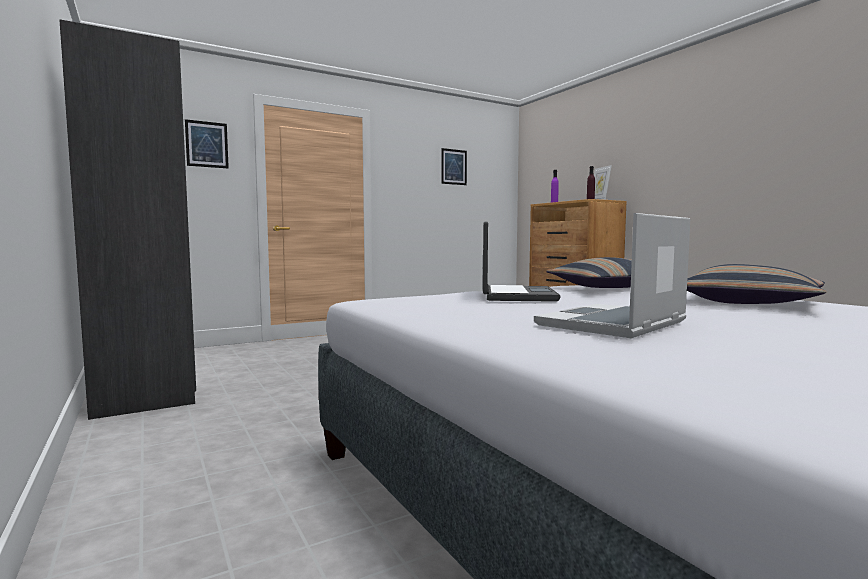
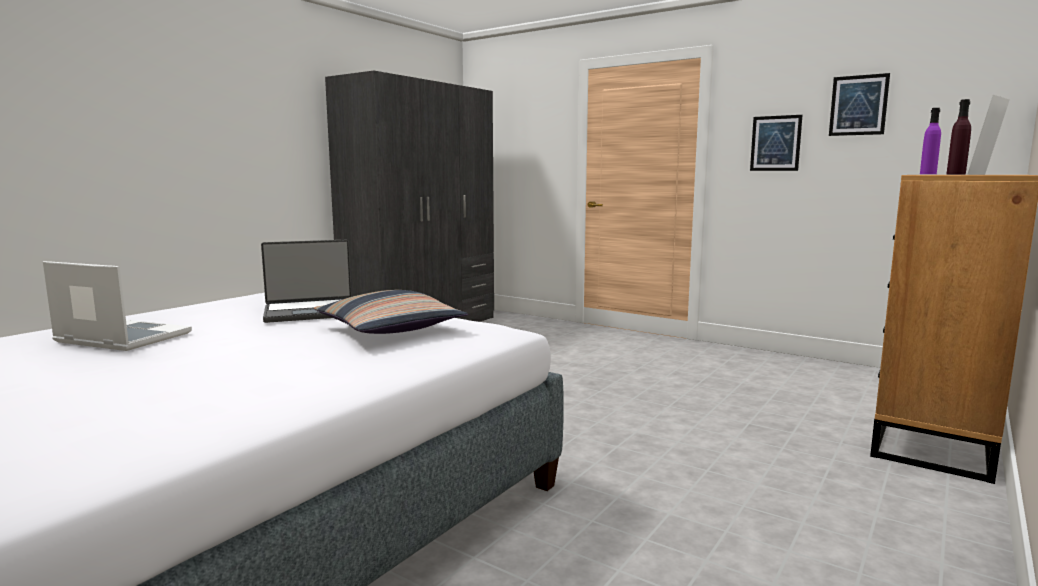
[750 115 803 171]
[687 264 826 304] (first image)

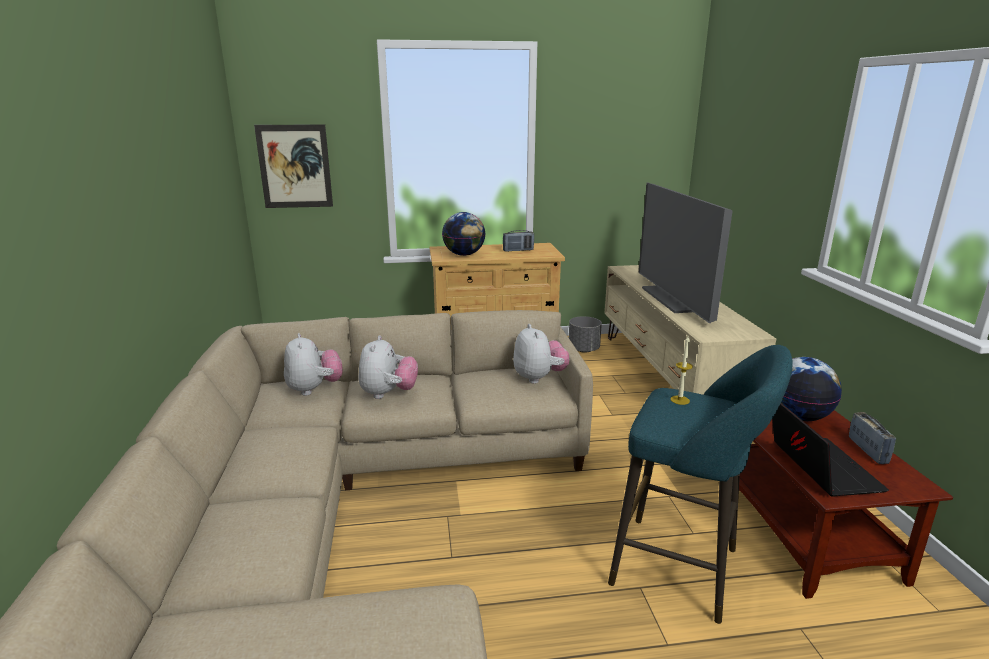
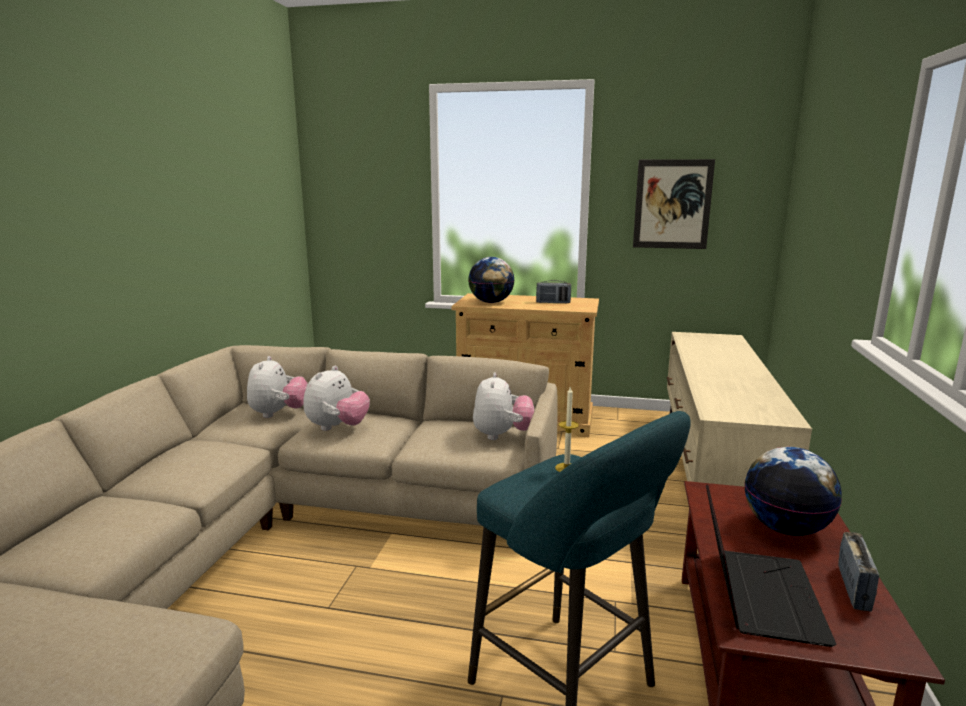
[633 159 715 249]
[569 316 602 353] (first image)
[638 182 733 323] (first image)

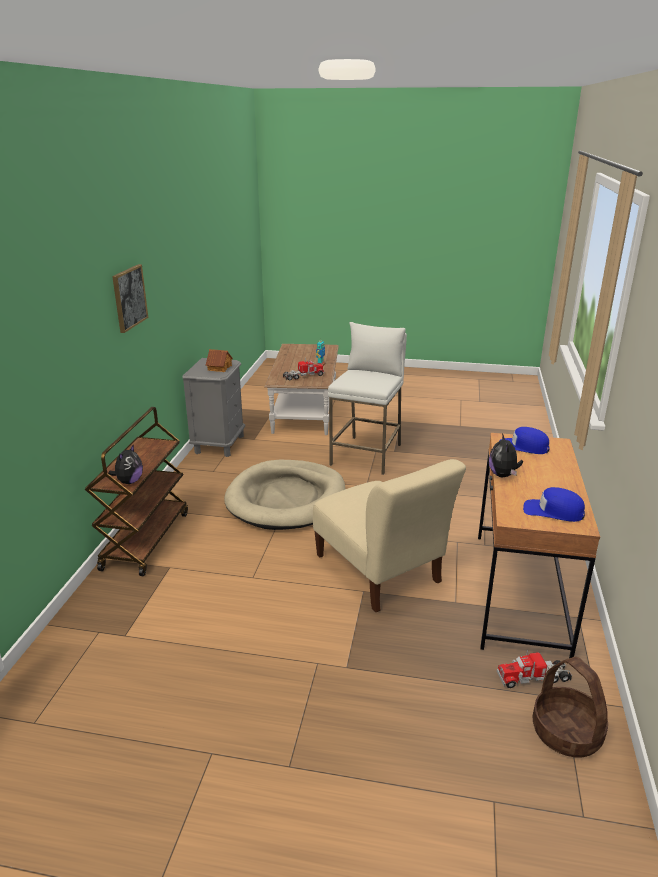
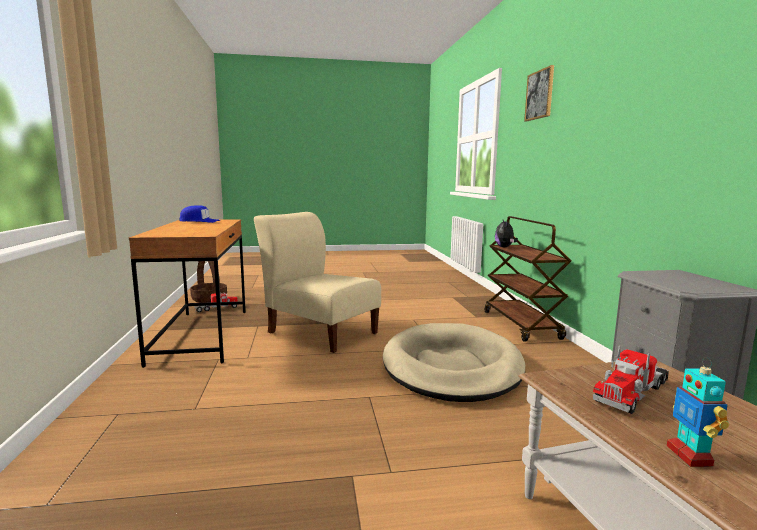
[524 65 554 121]
[206 349 233 372] (first image)
[328 322 407 475] (first image)
[489 433 523 478] (first image)
[501 427 550 454] (first image)

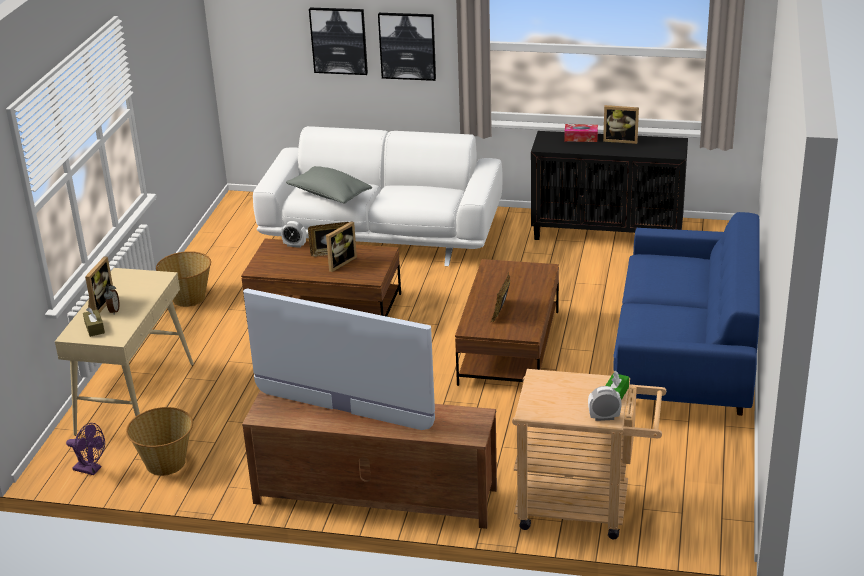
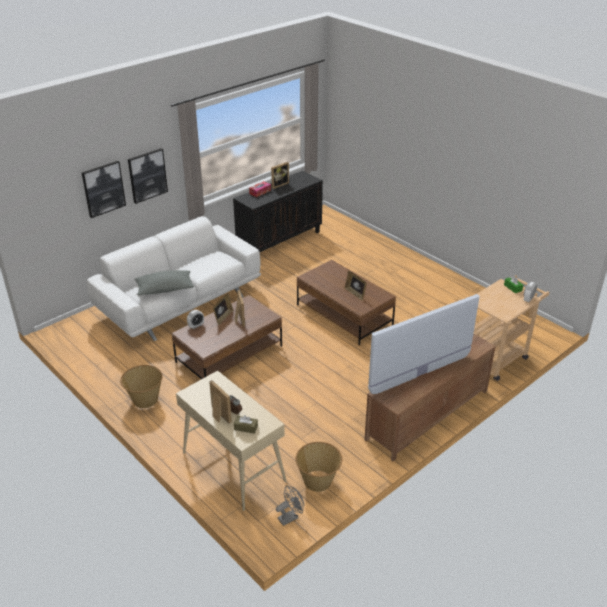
[276 485 304 526]
[613 212 760 416] (first image)

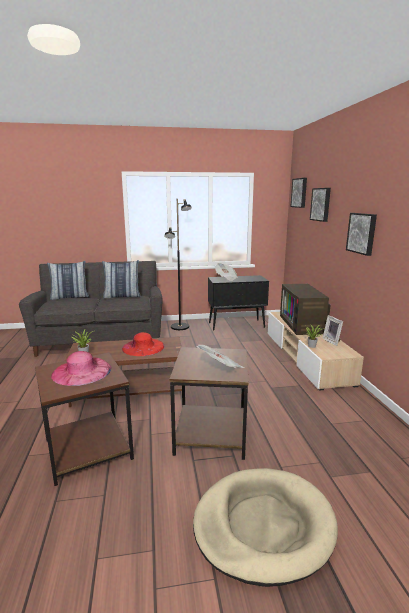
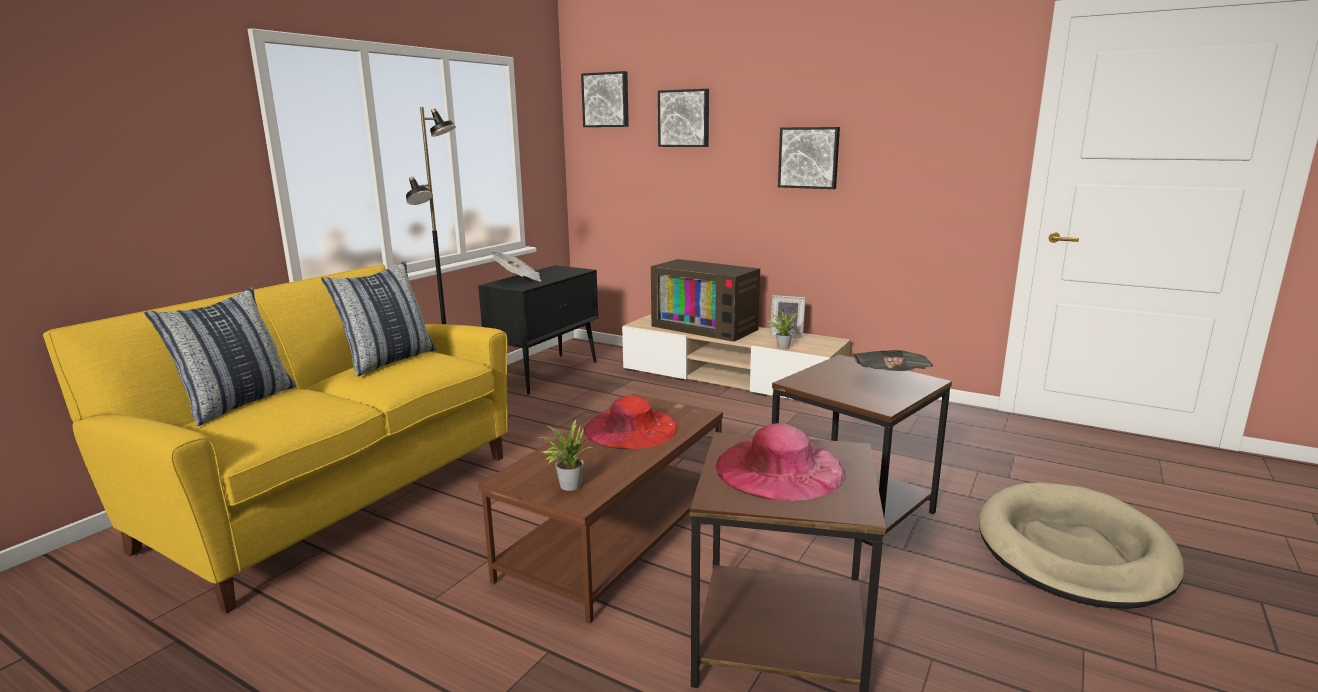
[43 264 508 614]

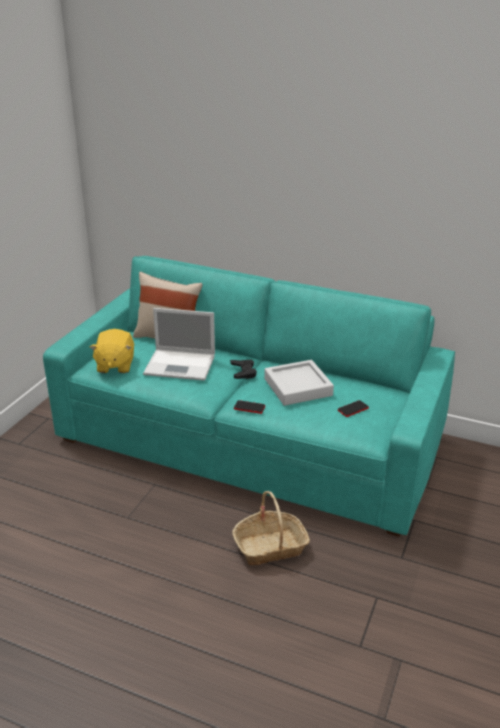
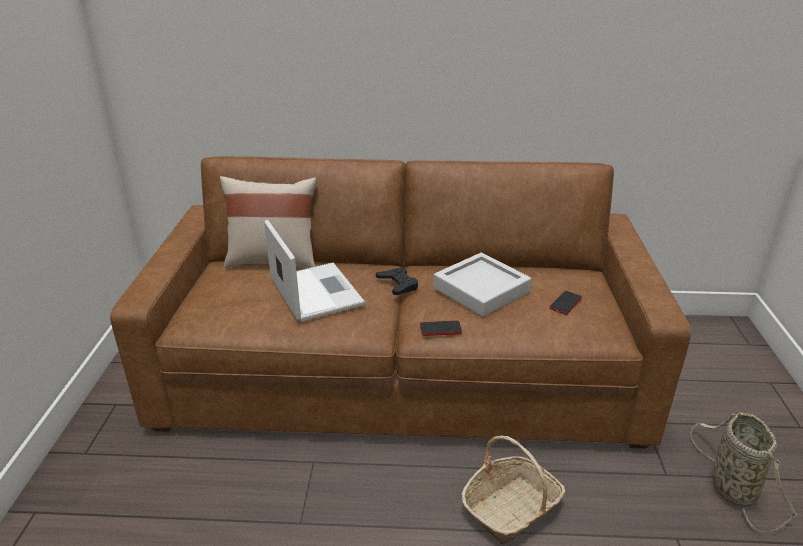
[110 156 691 448]
[90 329 134 373] (first image)
[264 220 365 322]
[690 412 797 533]

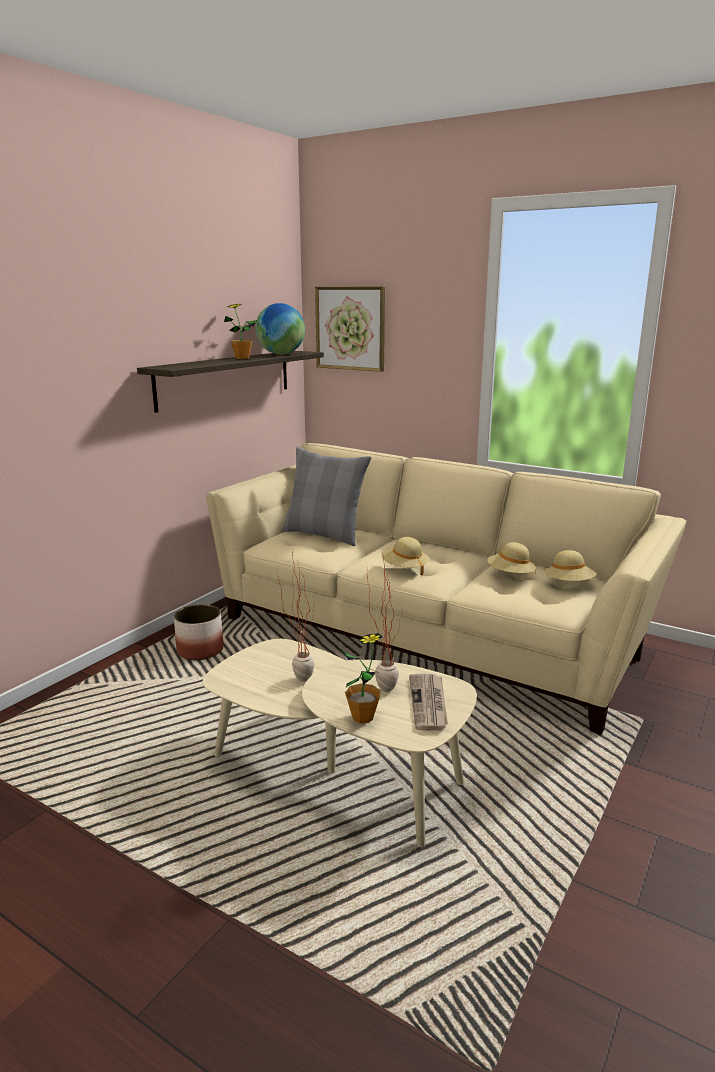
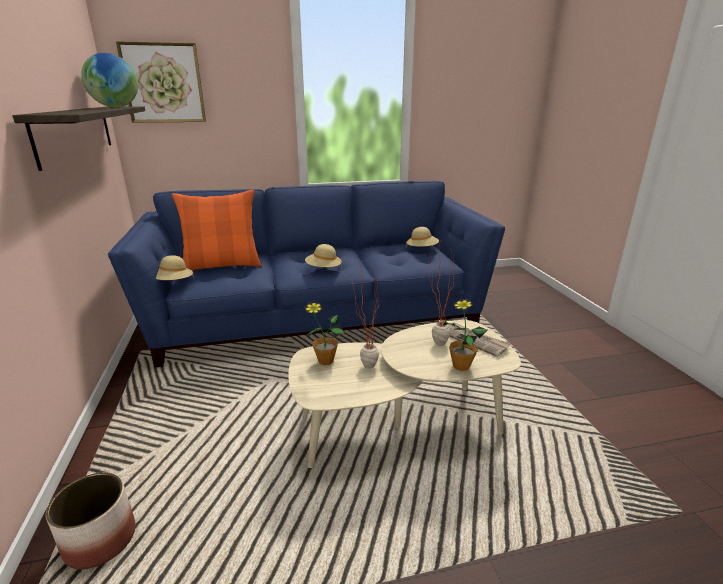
[46 473 135 569]
[108 181 505 368]
[304 302 344 365]
[172 190 262 271]
[156 255 194 280]

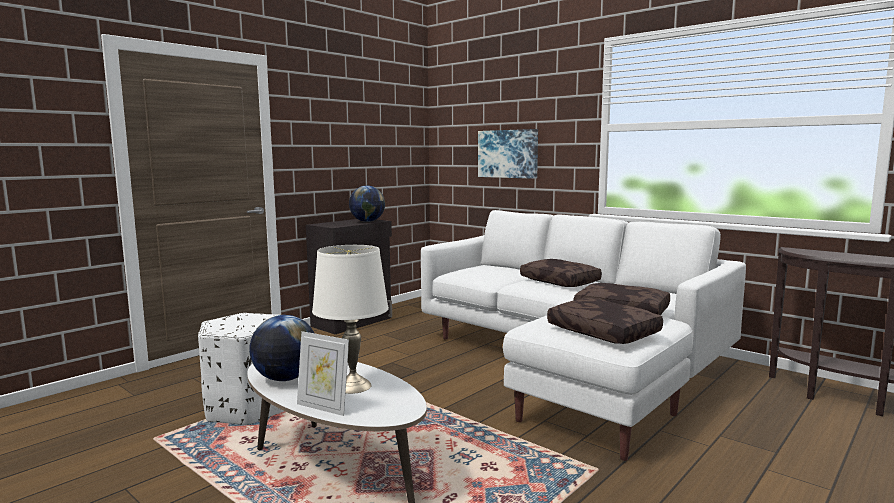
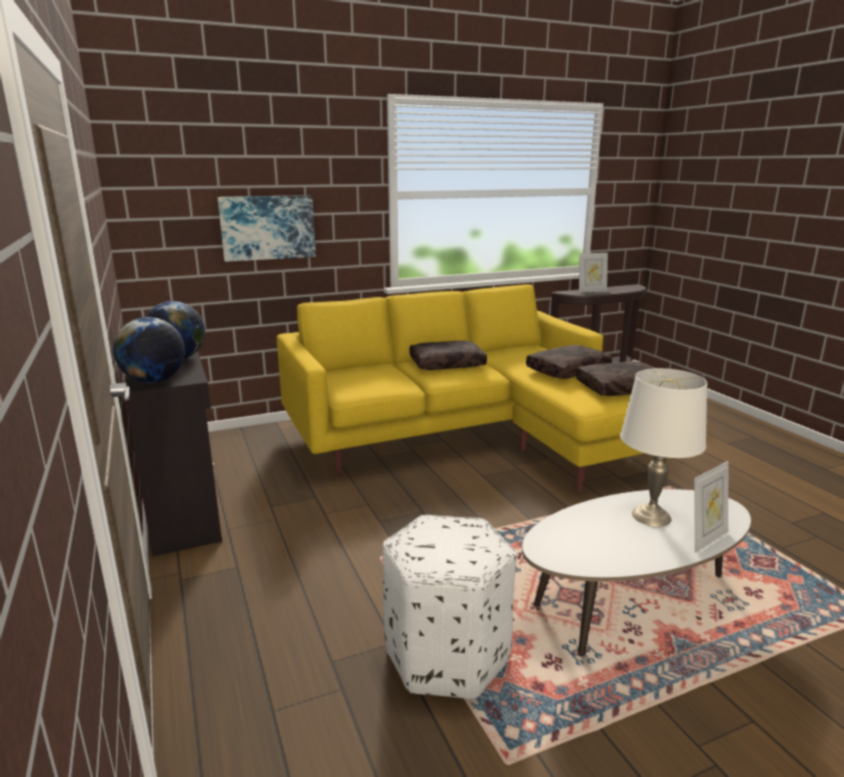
[113 317 185 383]
[277 284 644 493]
[579 253 608 292]

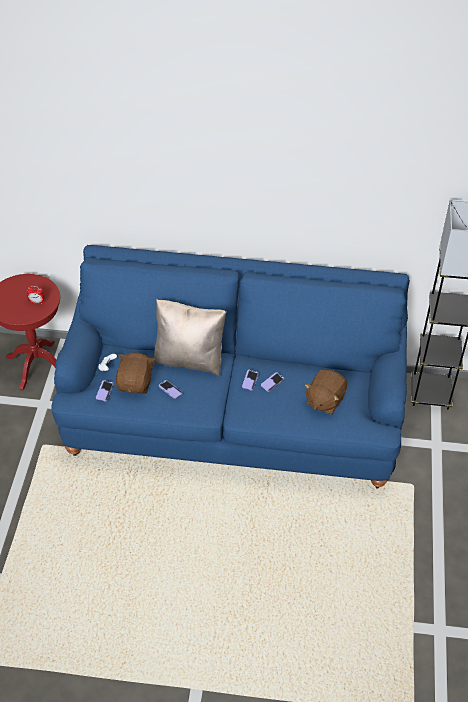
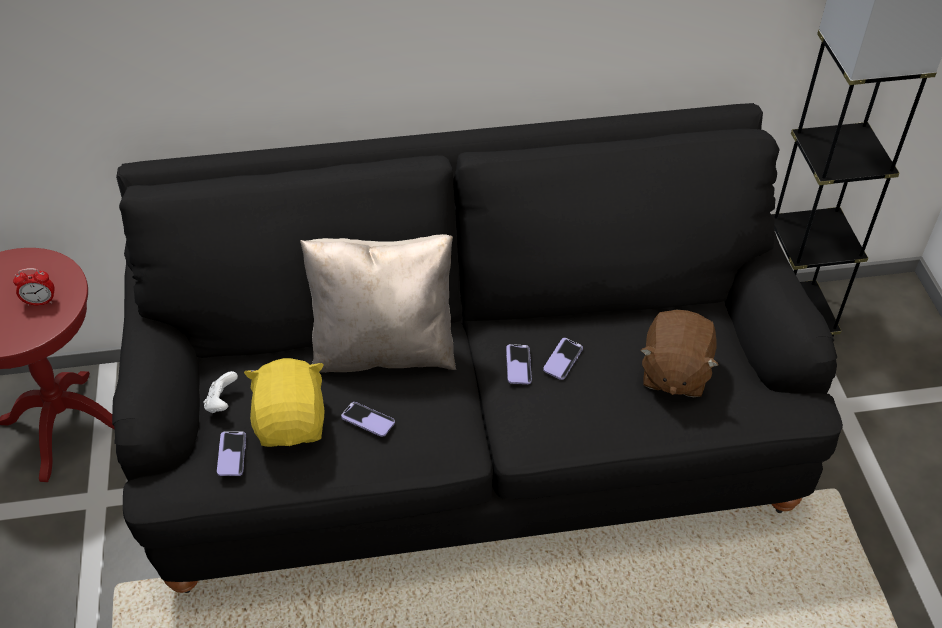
[112 103 843 593]
[244 358 324 447]

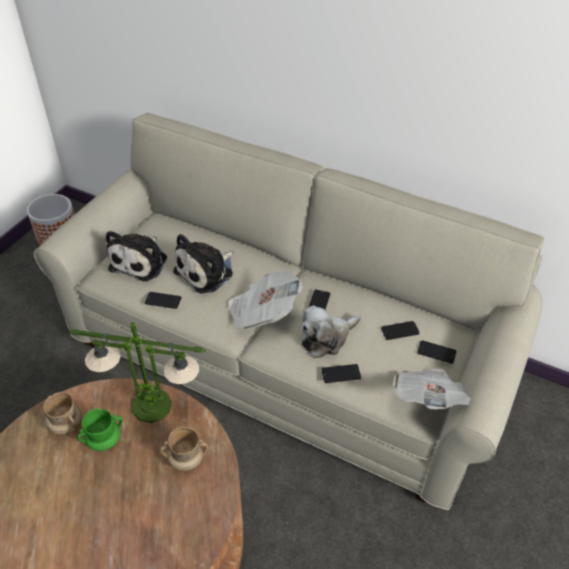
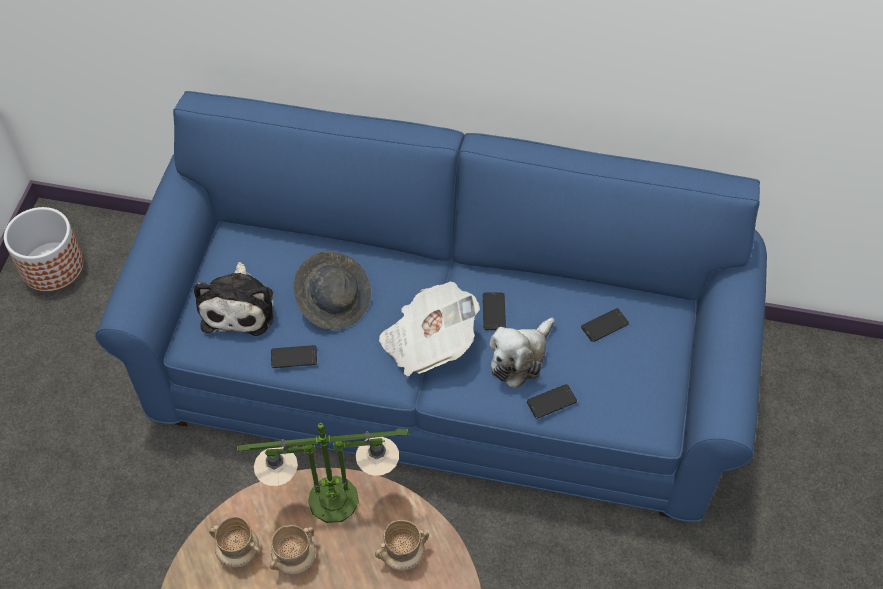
[95 91 767 522]
[270 525 316 575]
[294 252 371 330]
[392 368 471 409] (first image)
[417 340 456 364] (first image)

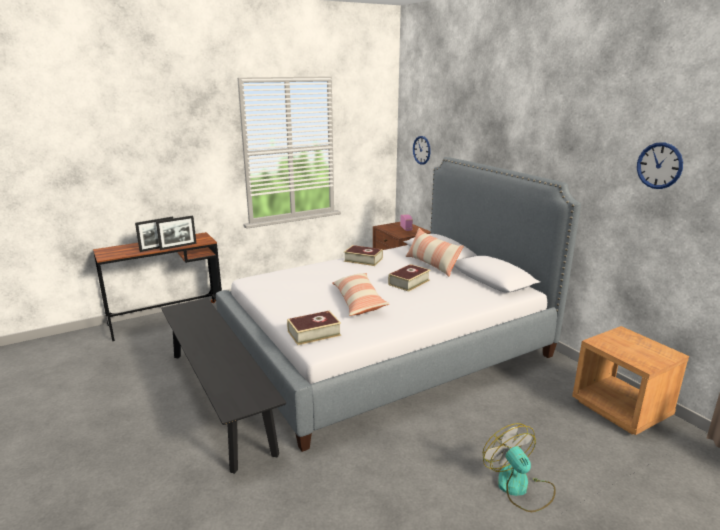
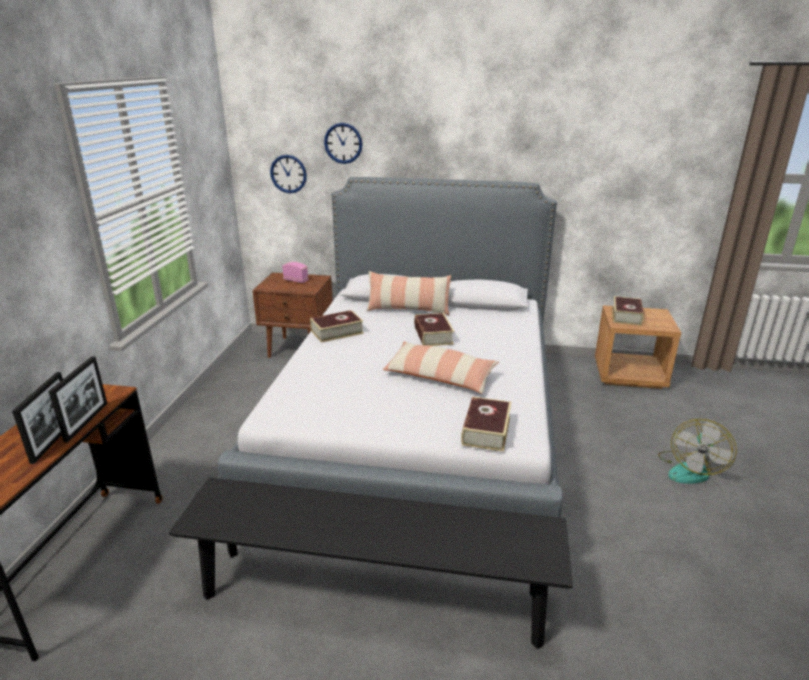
[658 419 736 484]
[324 123 362 164]
[612 296 644 326]

